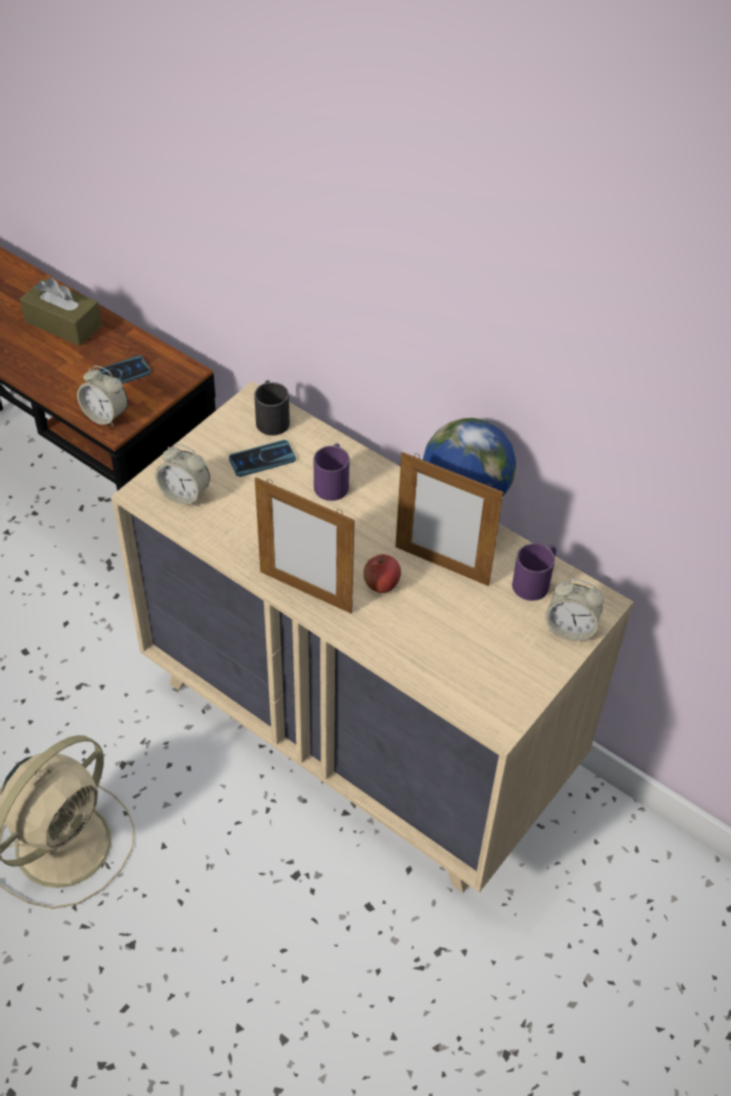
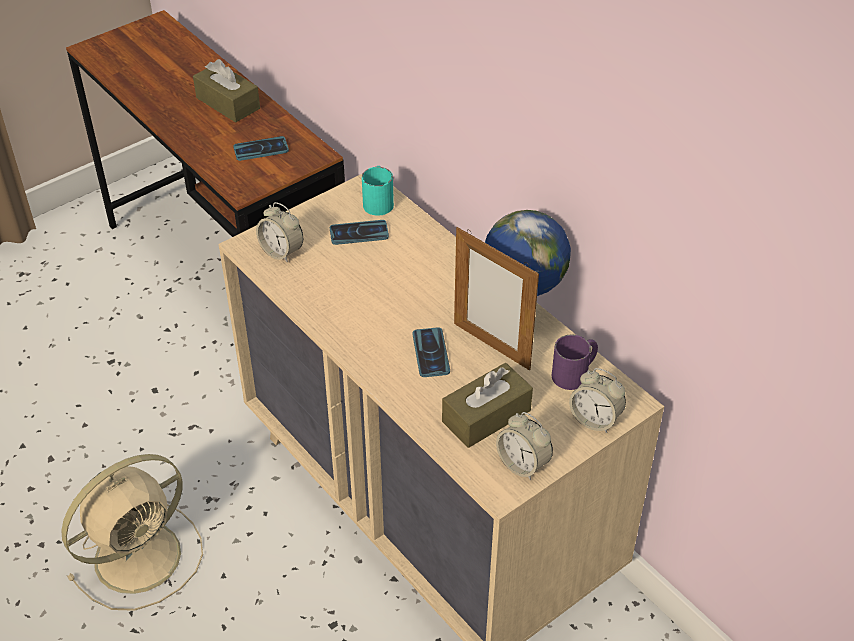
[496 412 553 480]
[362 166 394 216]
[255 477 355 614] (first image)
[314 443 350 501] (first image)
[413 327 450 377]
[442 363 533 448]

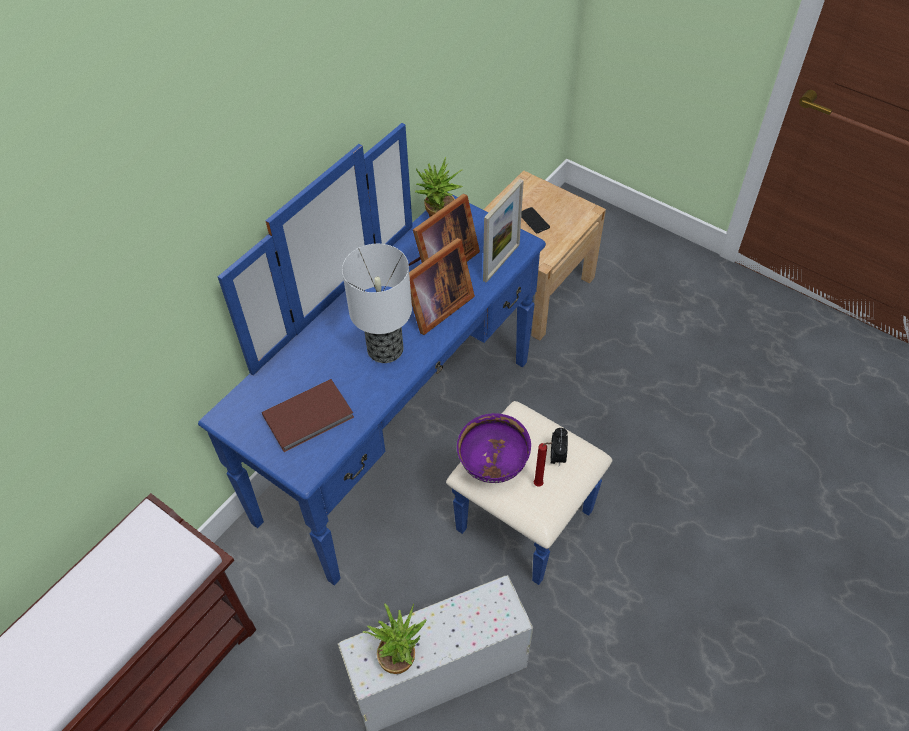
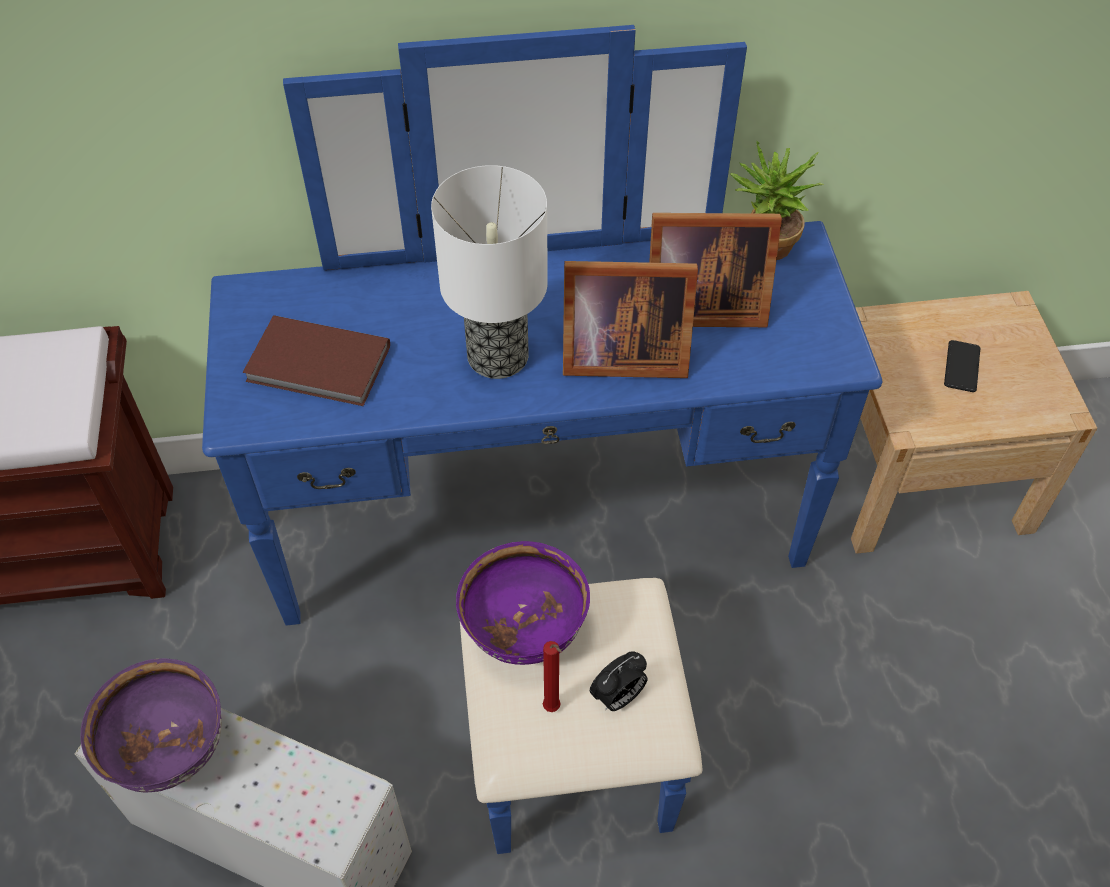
[80 658 222 793]
[483 179 524 282] (first image)

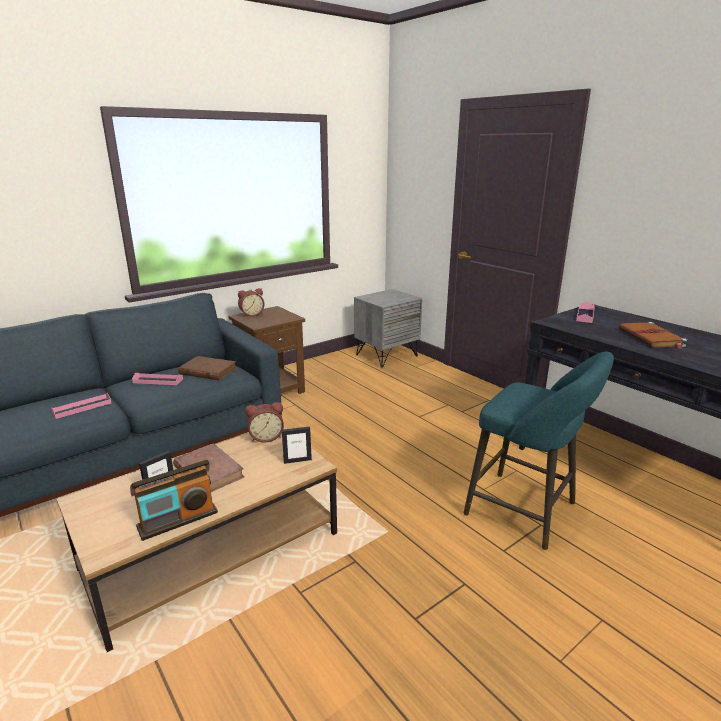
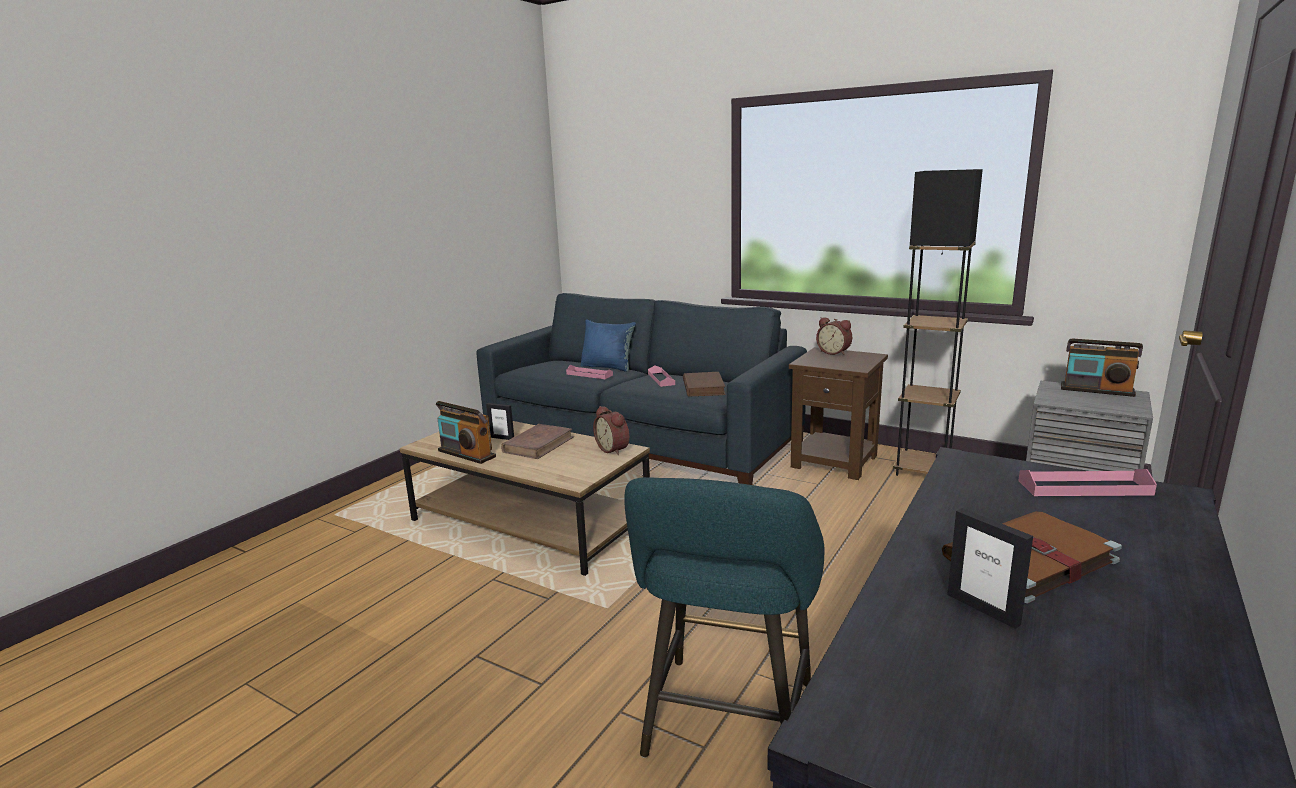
[947 508 1033 629]
[580 320 636 372]
[893 169 983 476]
[1061 339 1143 397]

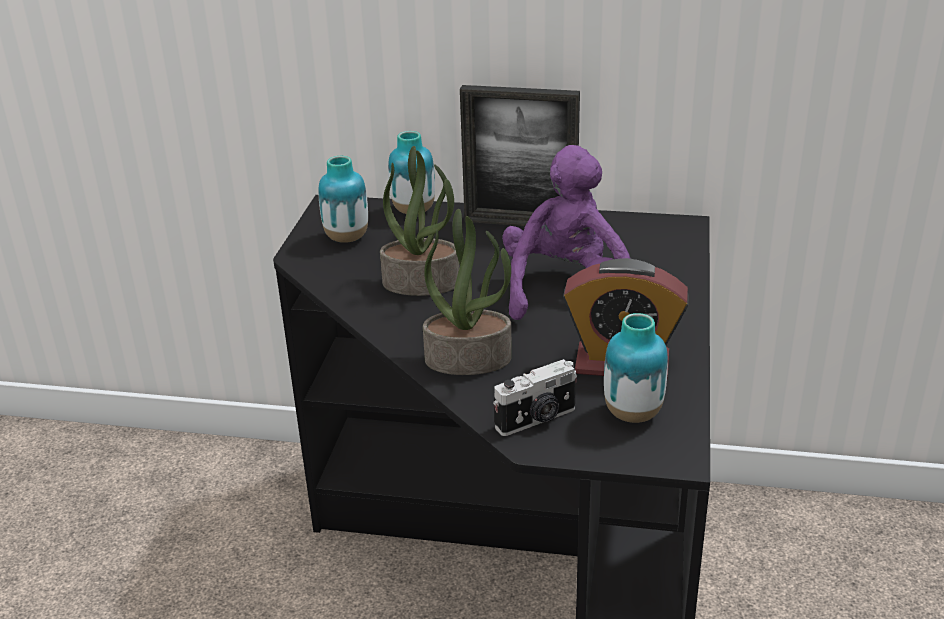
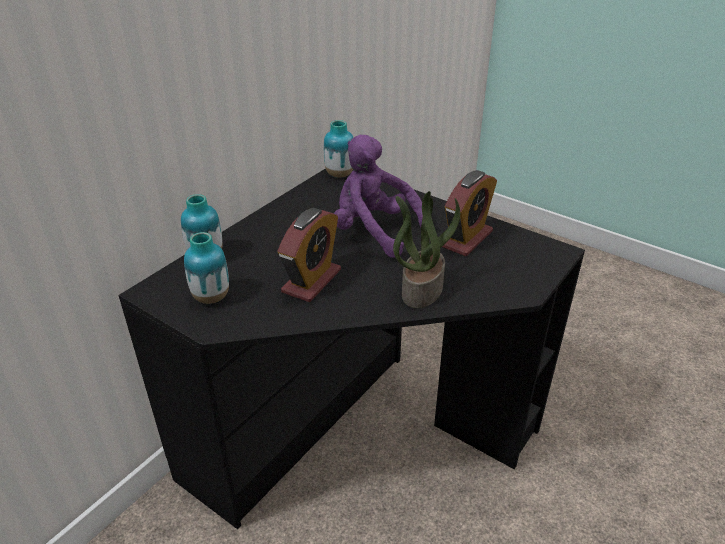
[278 208 341 302]
[460 85 580 226] (first image)
[493 359 577 436] (first image)
[324 120 353 178]

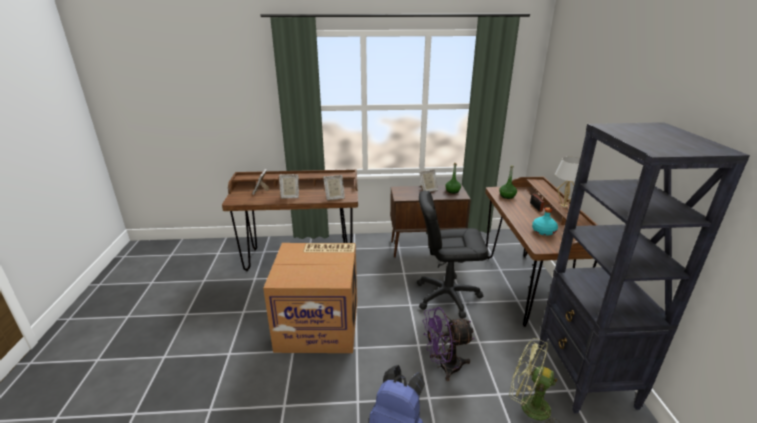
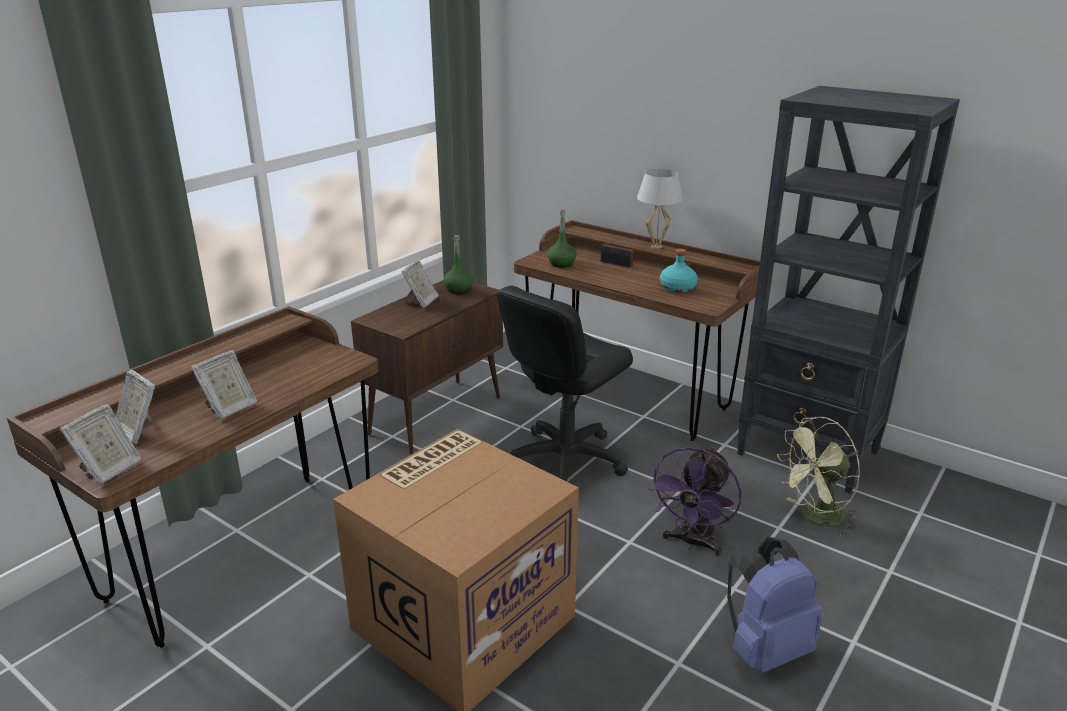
[60 404 141 485]

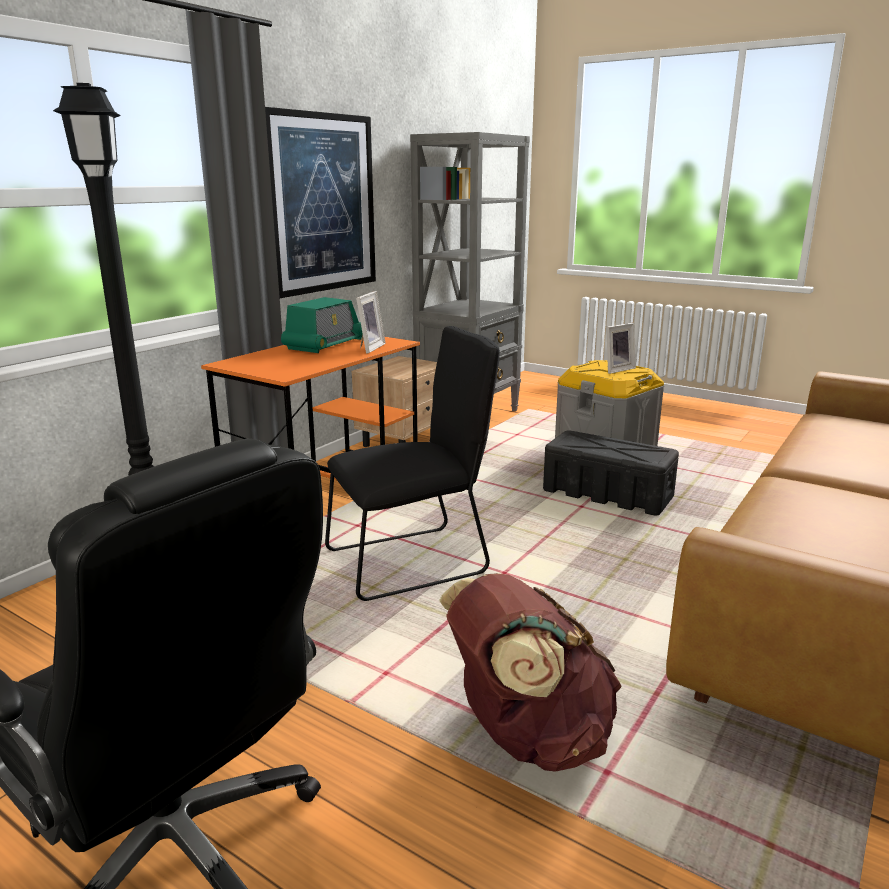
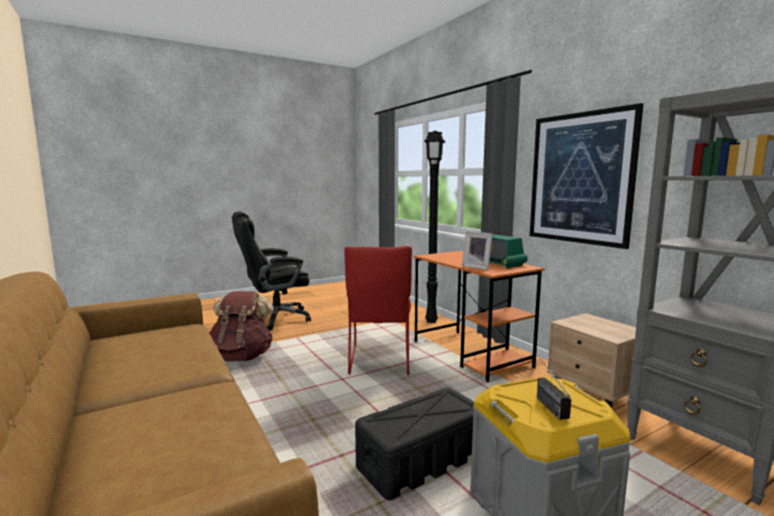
[345 246 412 375]
[535 353 571 420]

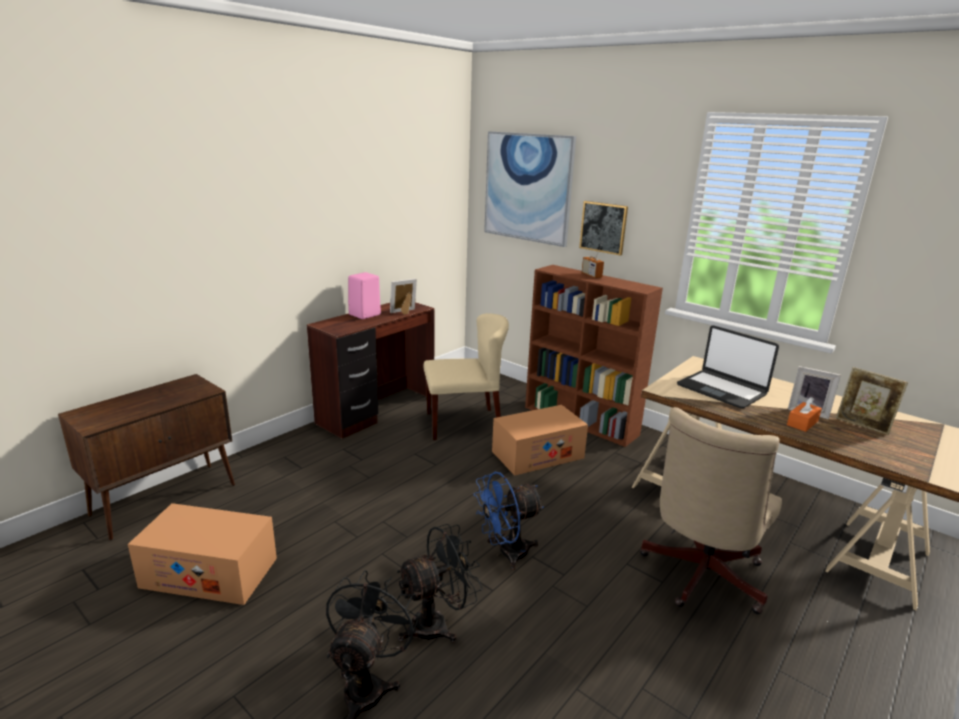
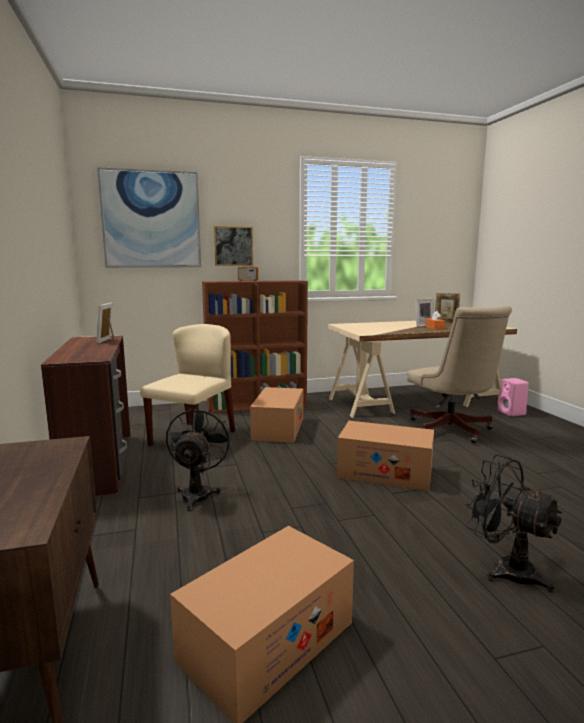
[498 378 529 416]
[166 407 231 511]
[337 421 434 491]
[677 325 779 409] (first image)

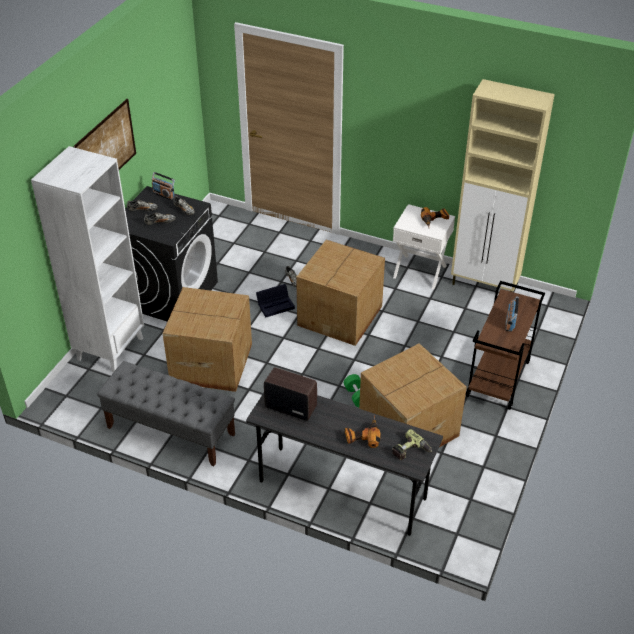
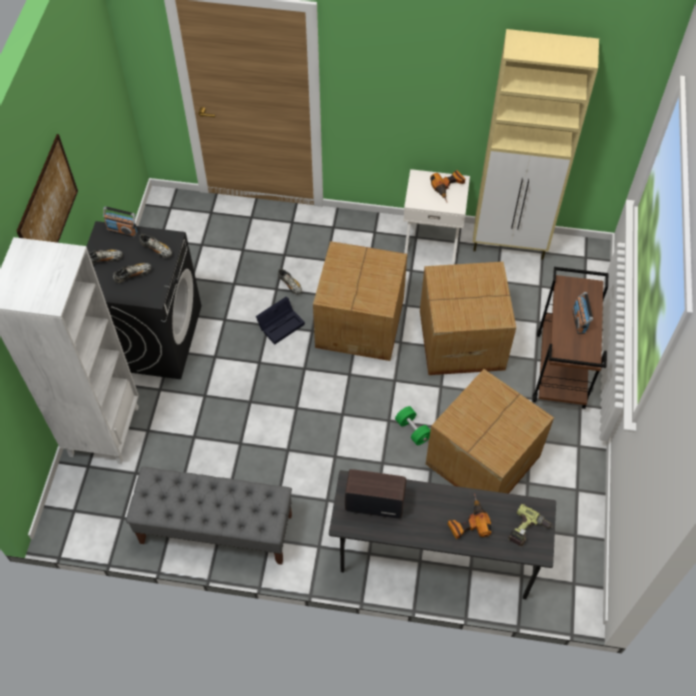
[420 262 516 375]

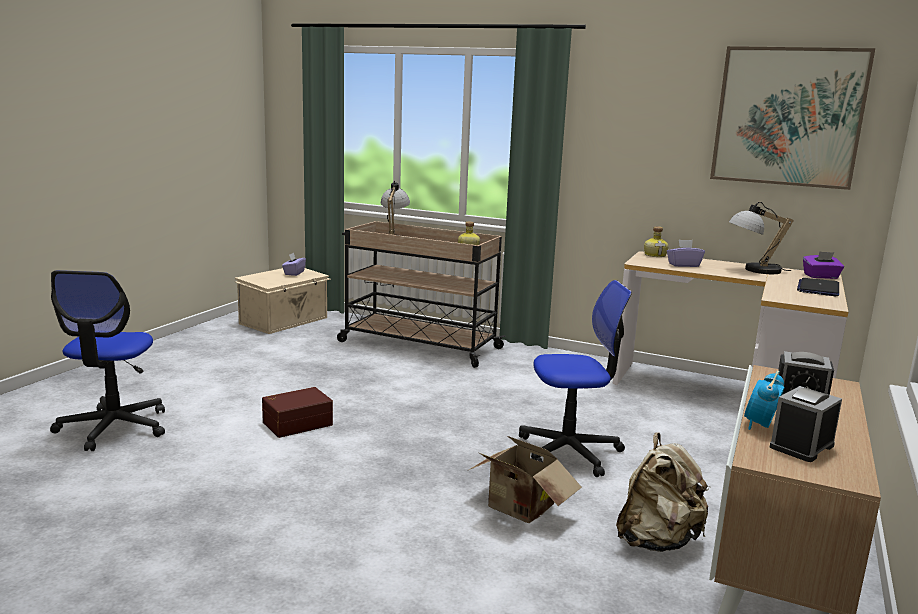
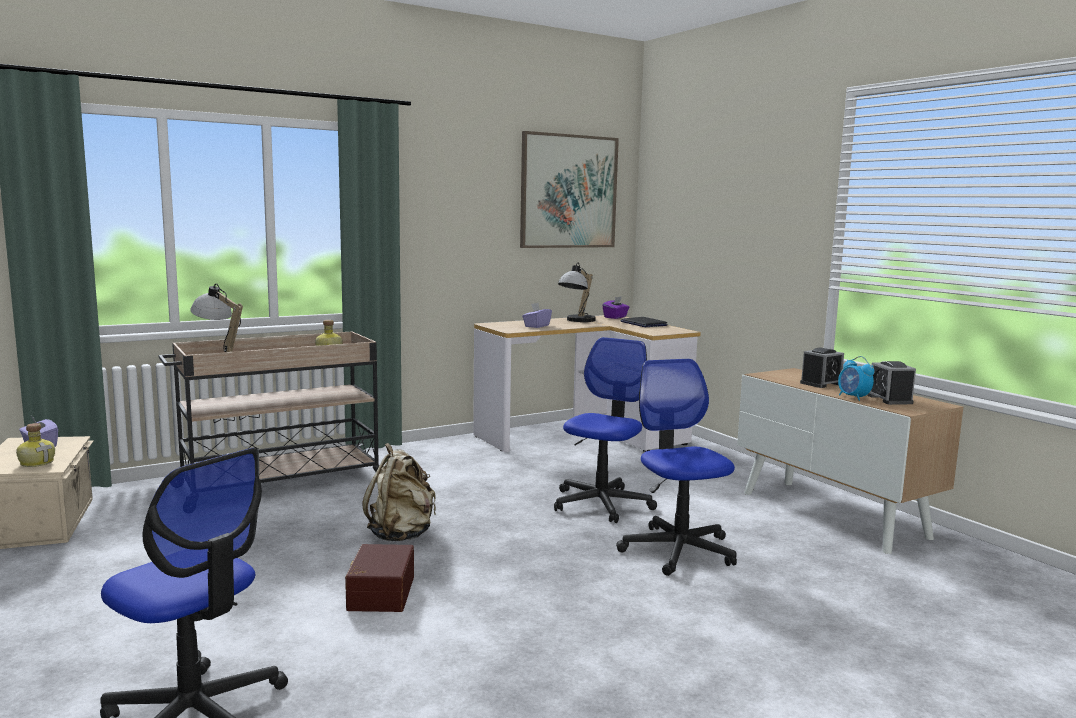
[616 359 737 576]
[363 443 436 541]
[16 423 55 467]

